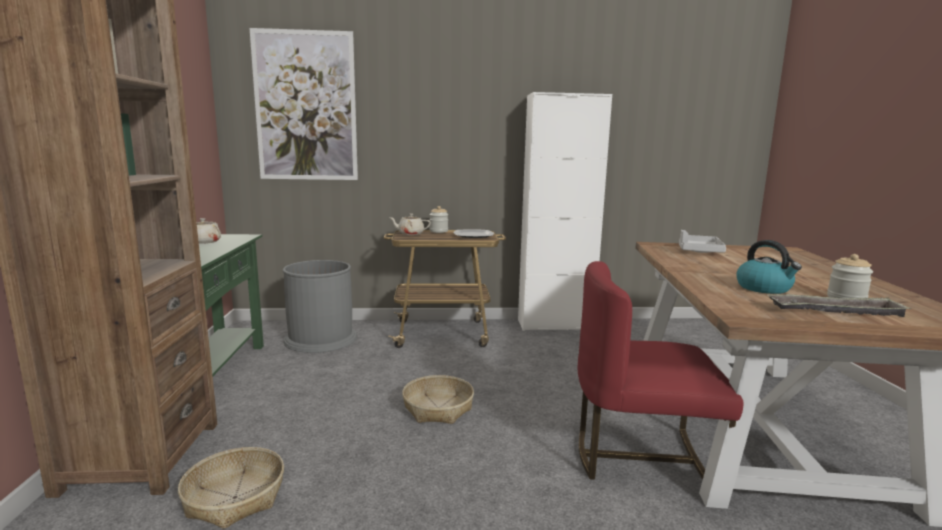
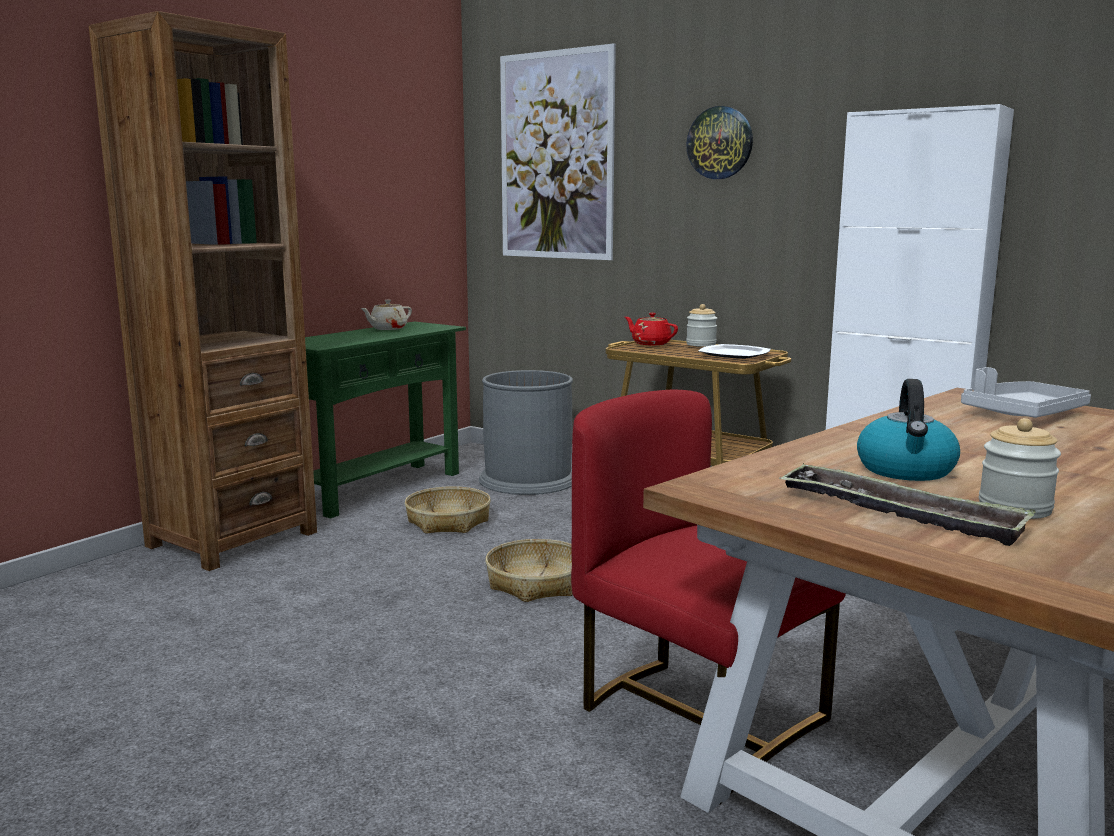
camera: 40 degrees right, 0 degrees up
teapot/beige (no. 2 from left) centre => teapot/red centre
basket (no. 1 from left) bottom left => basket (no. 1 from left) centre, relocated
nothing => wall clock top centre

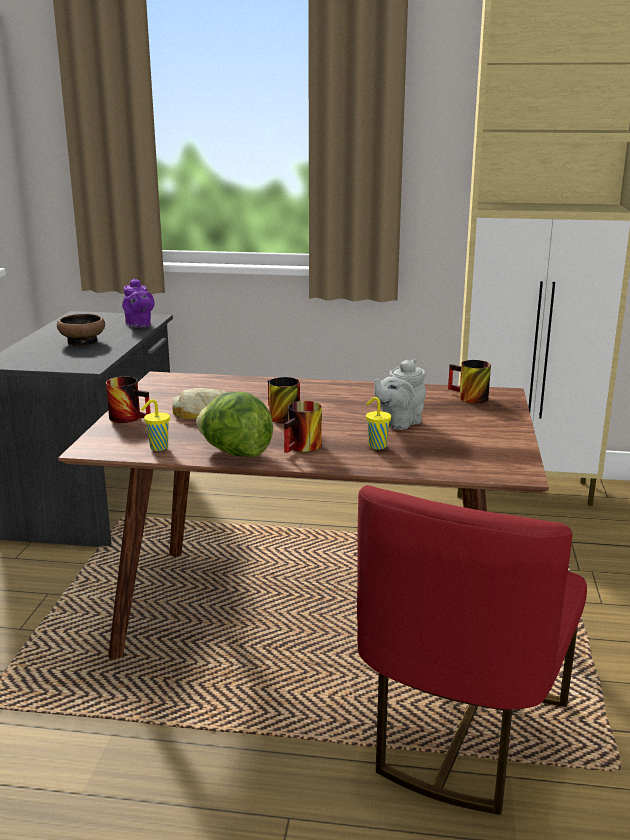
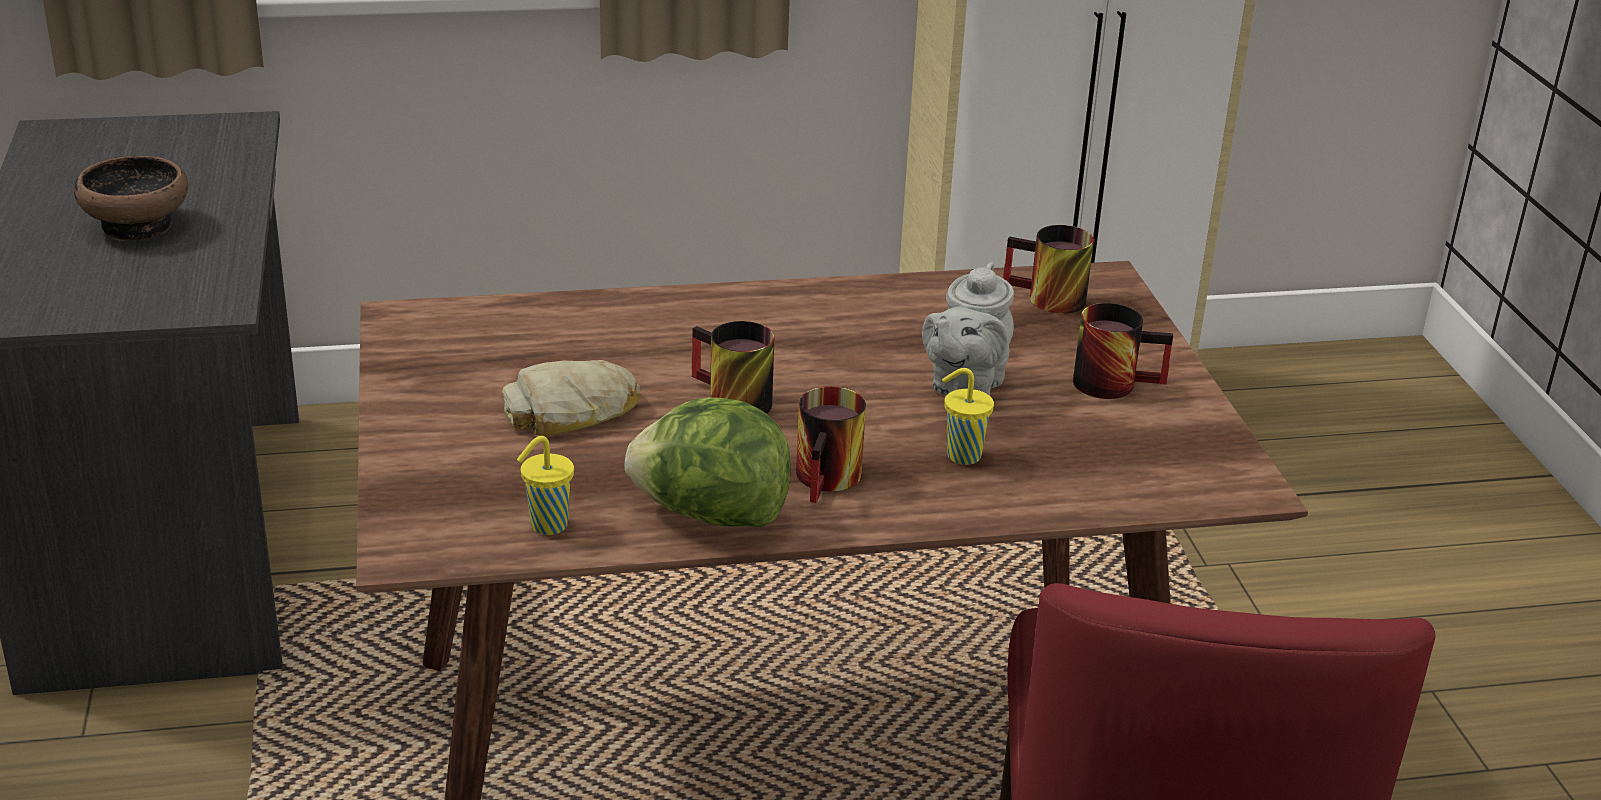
camera: 20 degrees left, 10 degrees up
teapot/purple middle left => nothing
mug (no. 1 from left in the first image) middle left => mug (no. 4 from left) middle right, relocated

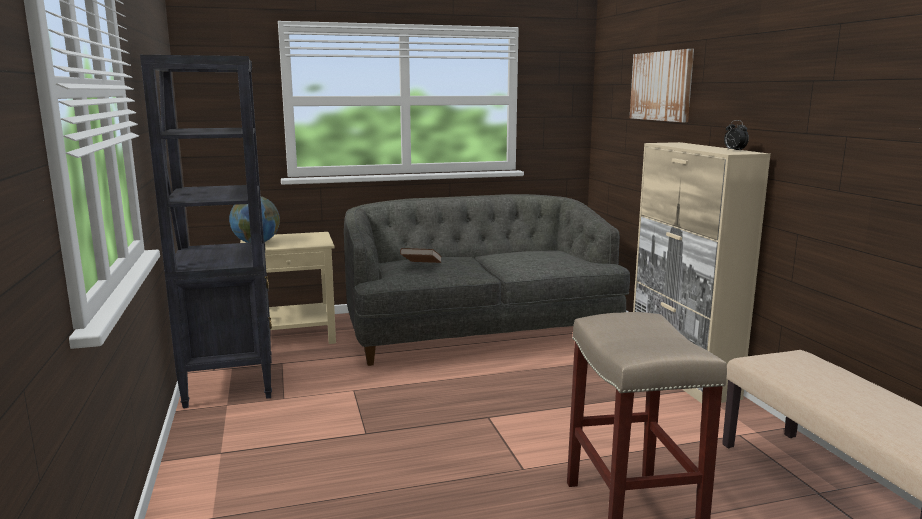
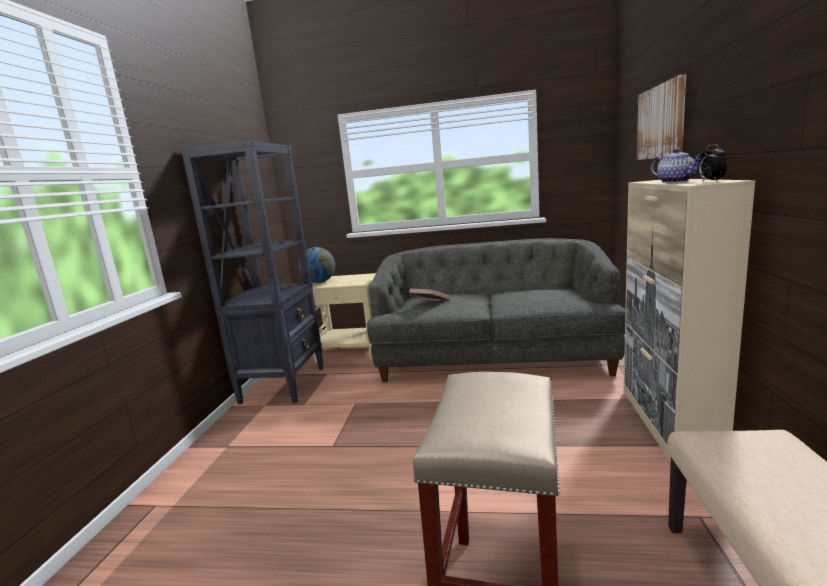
camera: 25 degrees right, 0 degrees up
nothing => teapot top right

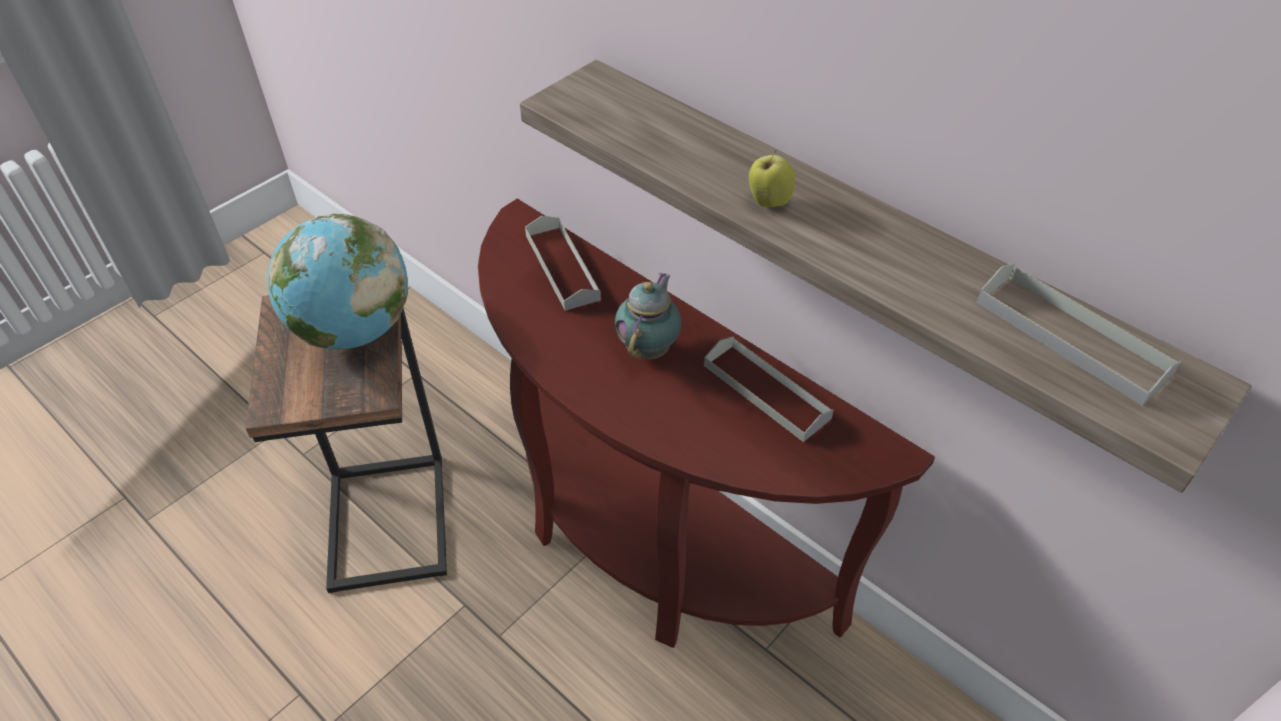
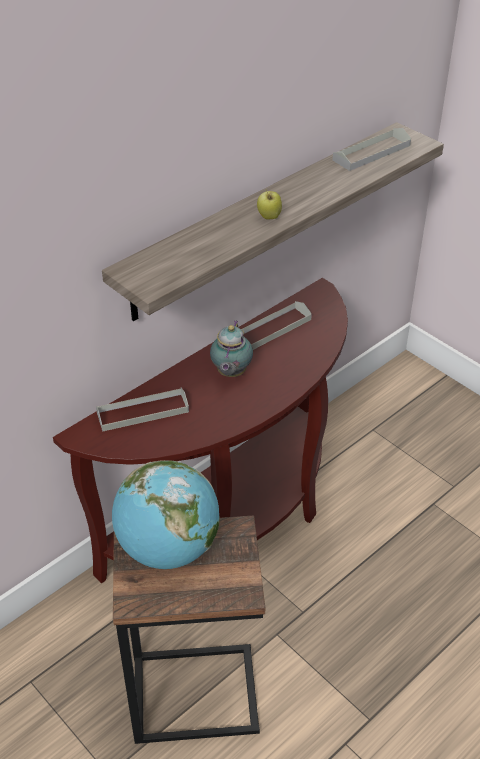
camera: 85 degrees left, 5 degrees down
teapot centre, 105 degrees counterclockwise

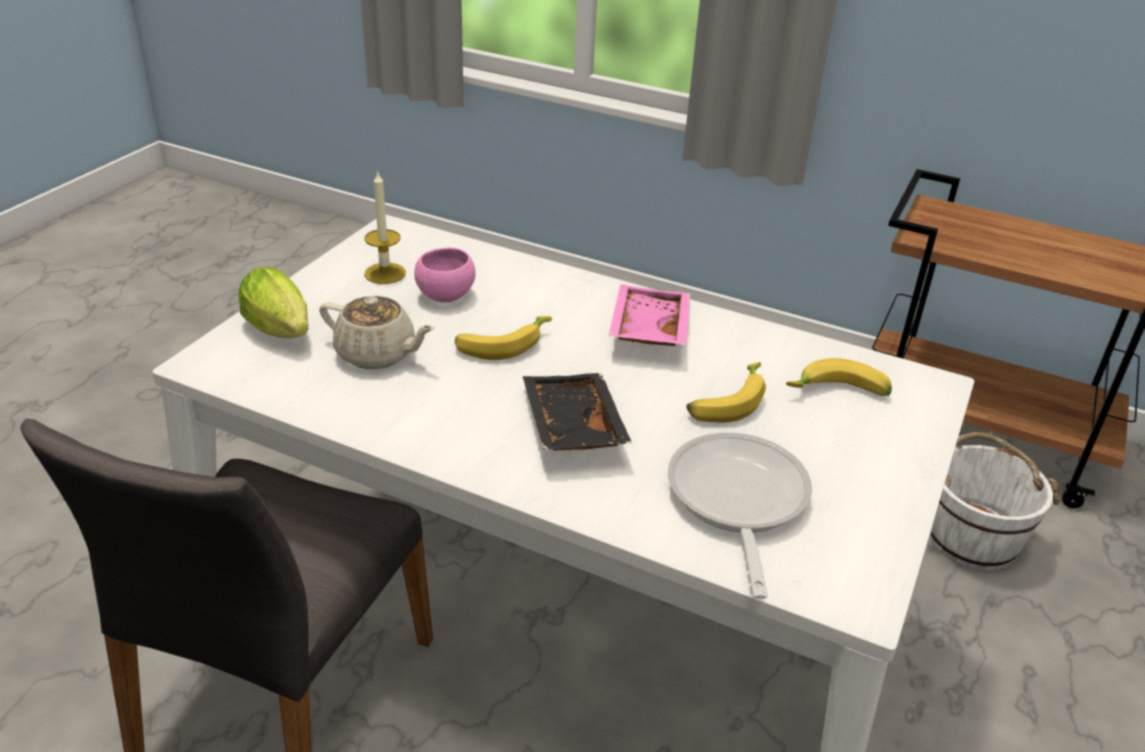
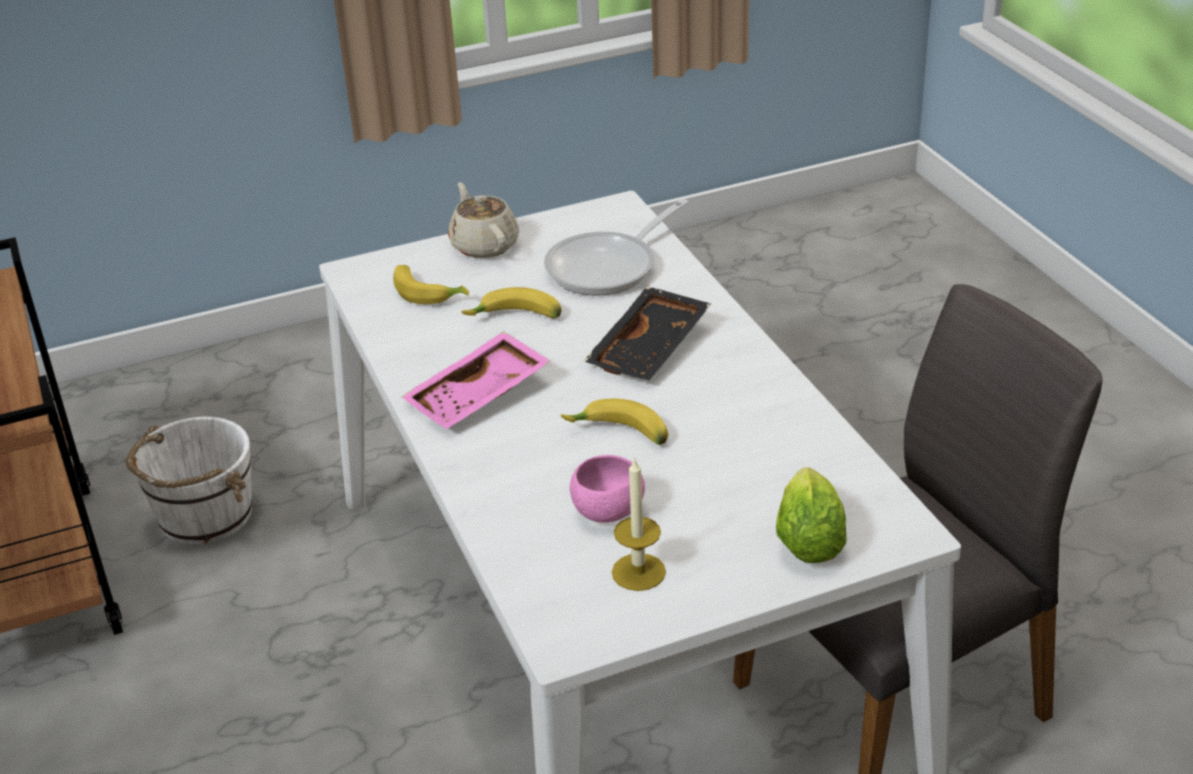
camera: 135 degrees left, 0 degrees up
teapot/beige middle left => teapot/beige top centre, relocated

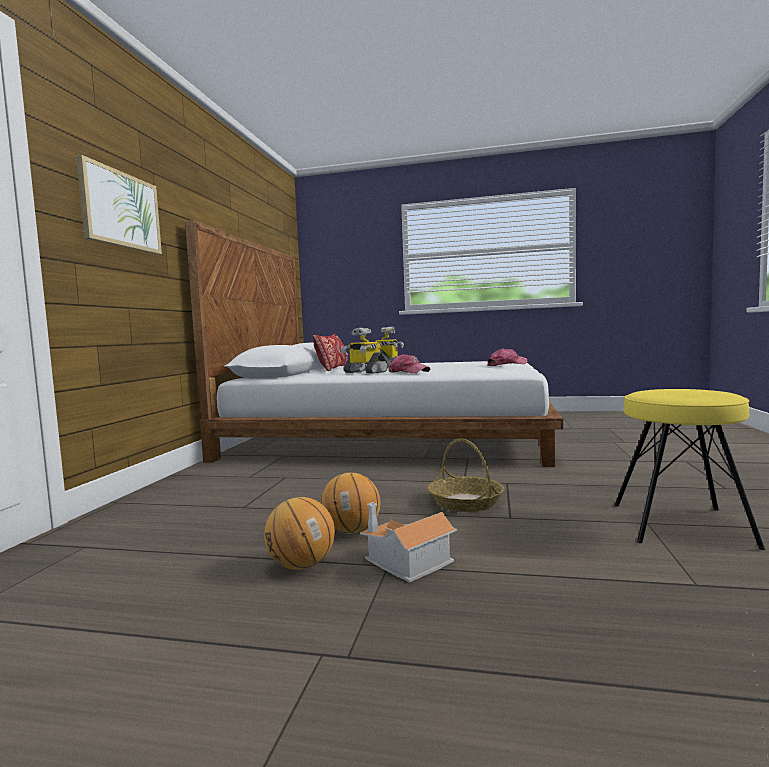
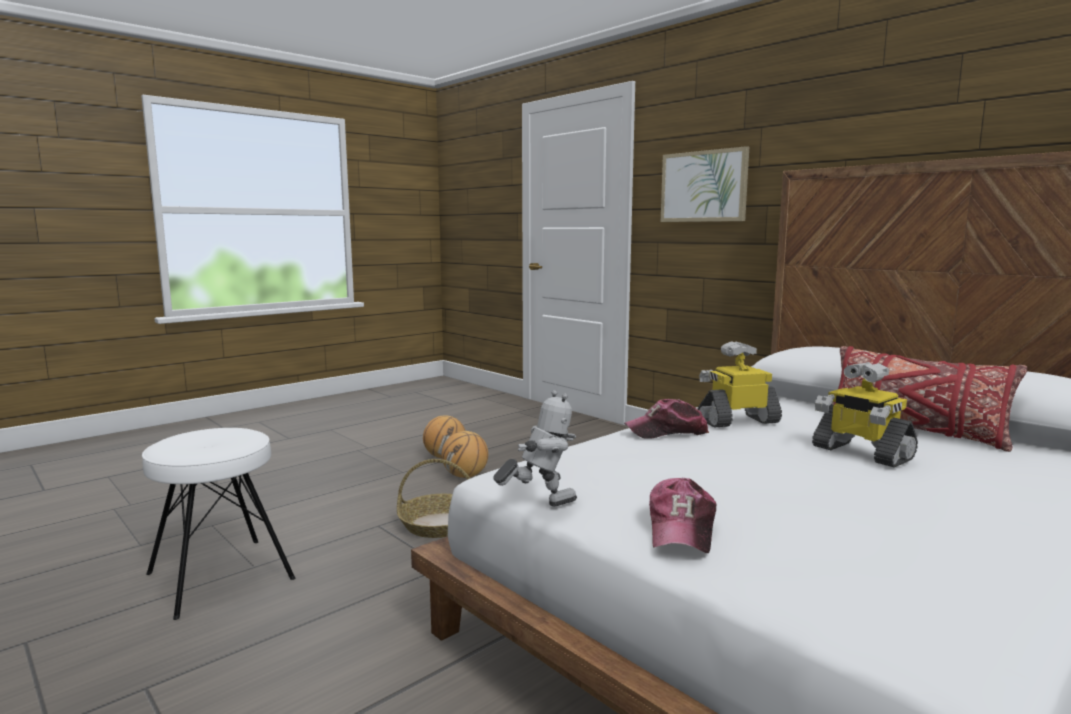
camera: 125 degrees right, 5 degrees up
stool/yellow middle right => stool/white bottom left
toy house bottom centre => nothing
nothing => toy robot (no. 1 from left) centre

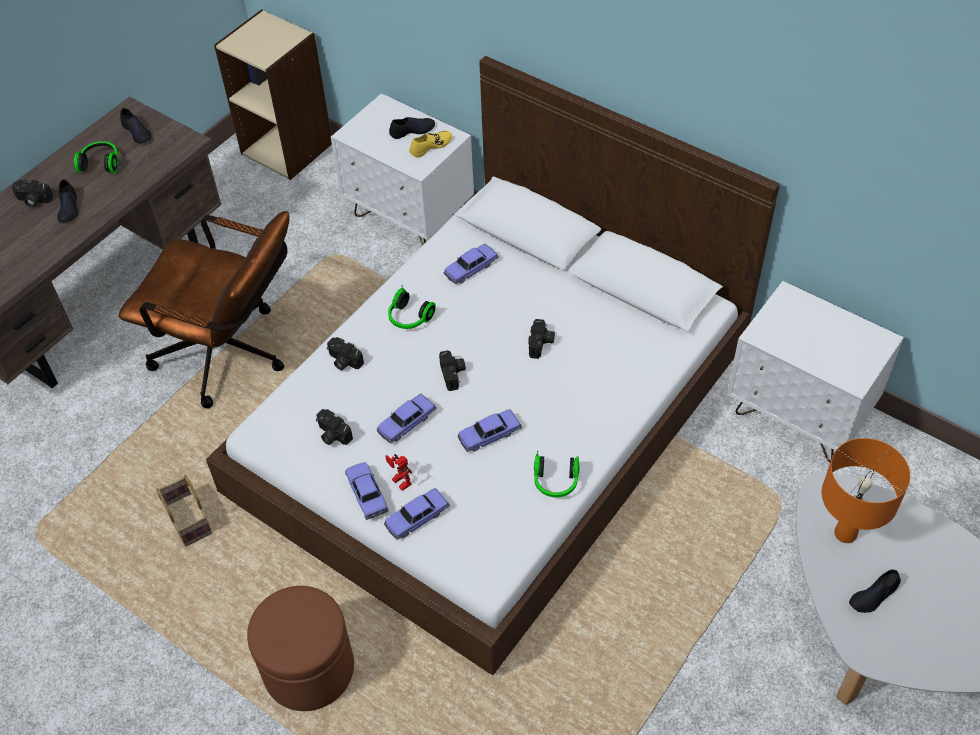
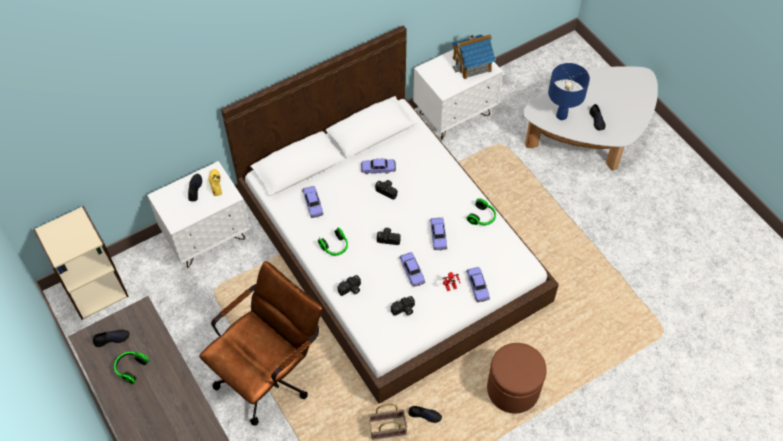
camera: 70 degrees left, 5 degrees up
shoe/black (no. 1 from left in the first image) top left => shoe/black (no. 3 from left) bottom centre, relocated
photo camera (no. 1 from left) top left => nothing
table lamp/orange bottom right => table lamp/blue top right
toy car (no. 1 from left in the first image) bottom centre => toy car (no. 2 from left) centre, relocated
nothing => toy house top centre

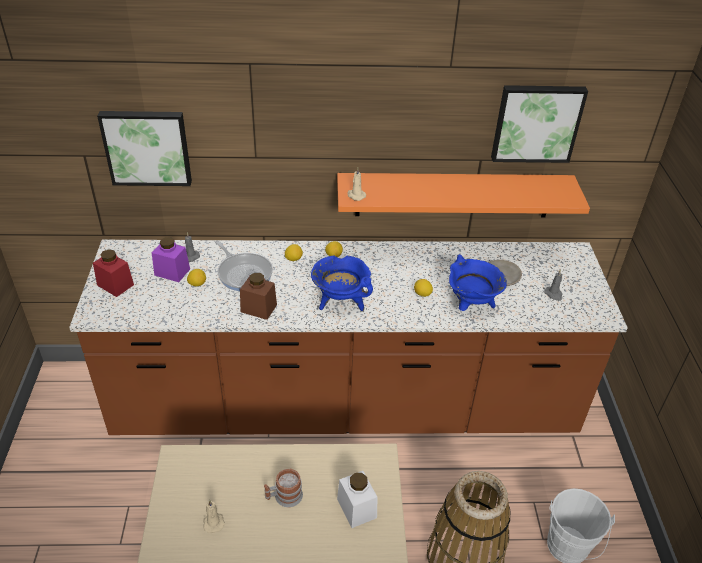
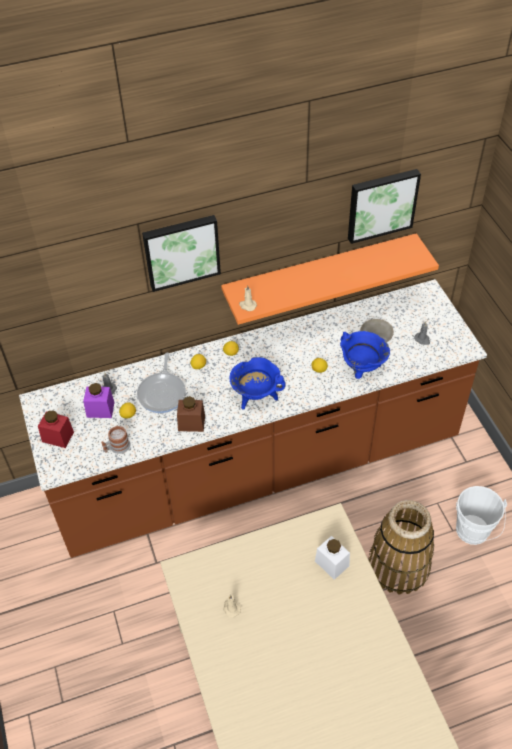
camera: 15 degrees left, 10 degrees up
picture (no. 1 from left) top left => picture (no. 1 from left) centre, relocated
frying pan centre => frying pan middle left, 60 degrees clockwise
mug bottom centre => mug middle left, relocated

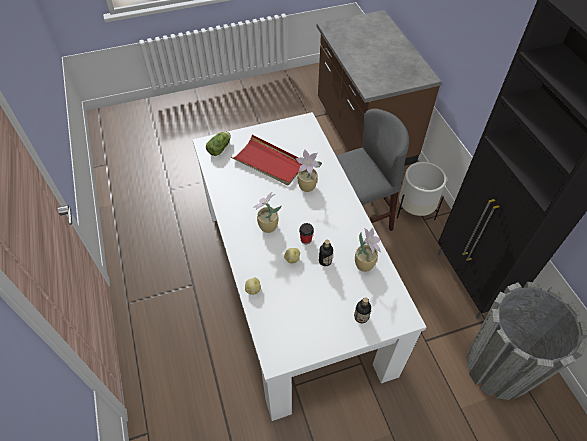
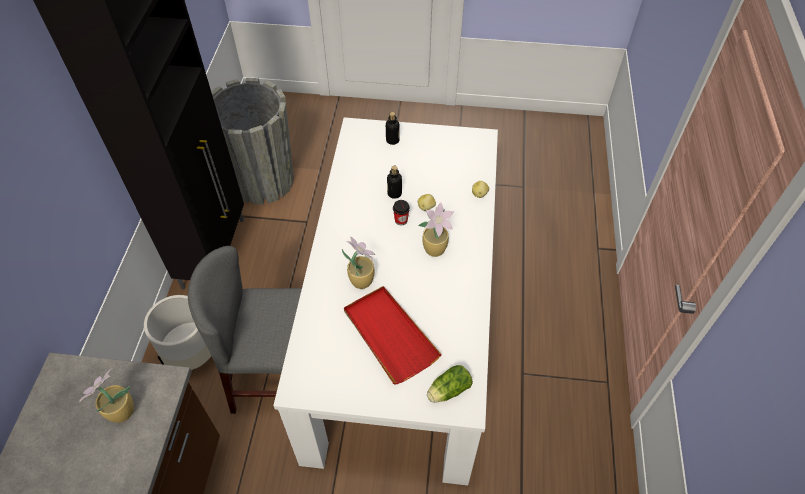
camera: 155 degrees left, 0 degrees up
potted plant (no. 3 from left in the first image) centre => potted plant (no. 1 from left) bottom left, relocated

